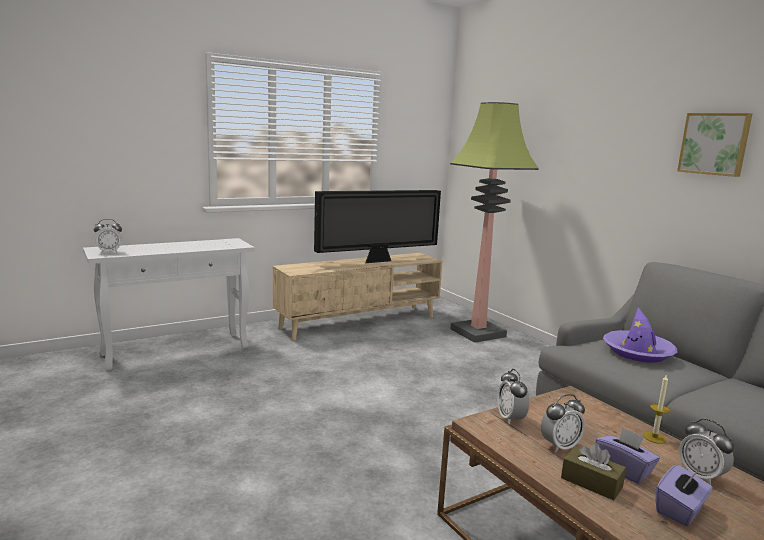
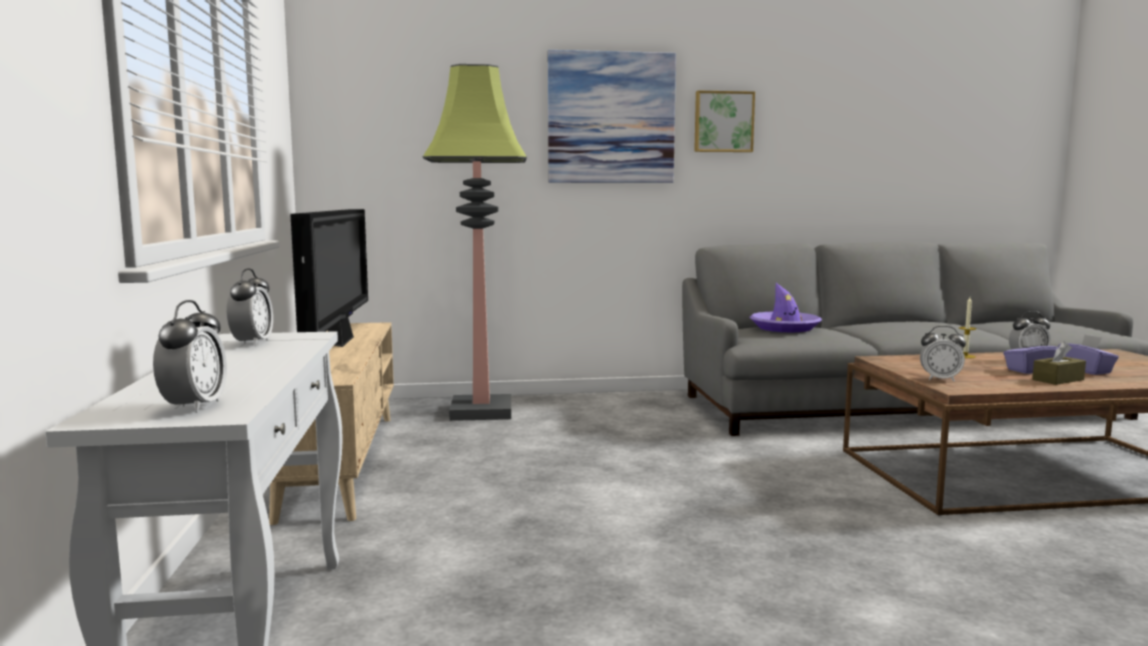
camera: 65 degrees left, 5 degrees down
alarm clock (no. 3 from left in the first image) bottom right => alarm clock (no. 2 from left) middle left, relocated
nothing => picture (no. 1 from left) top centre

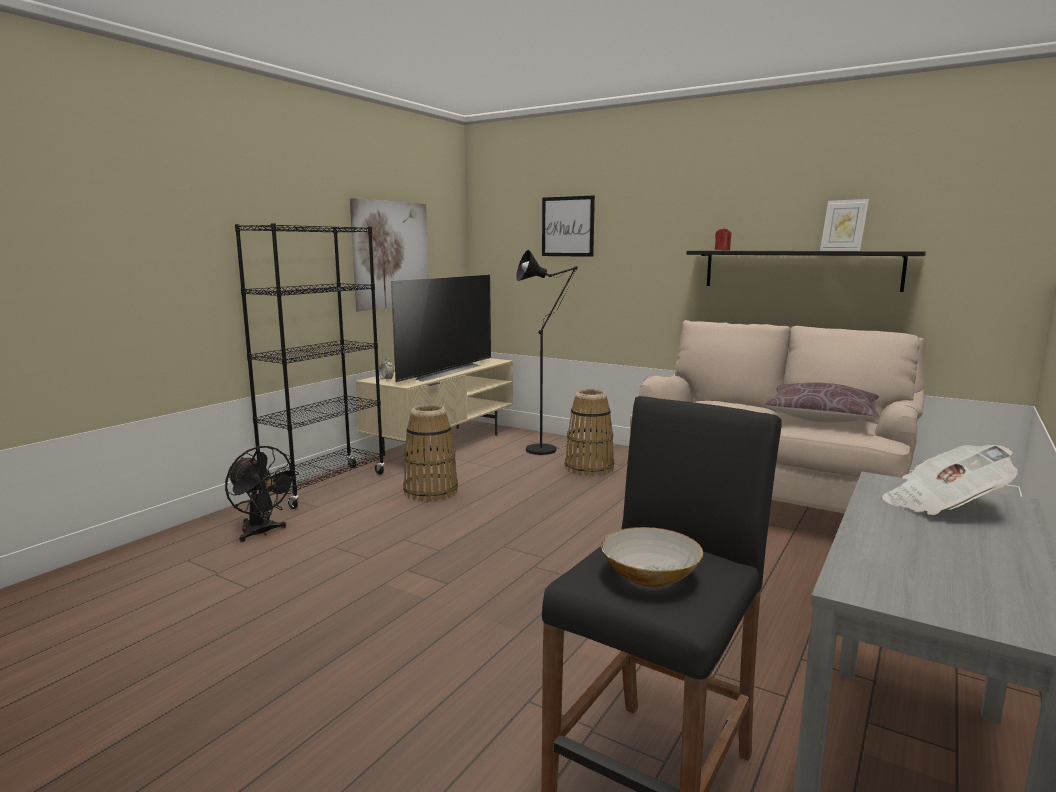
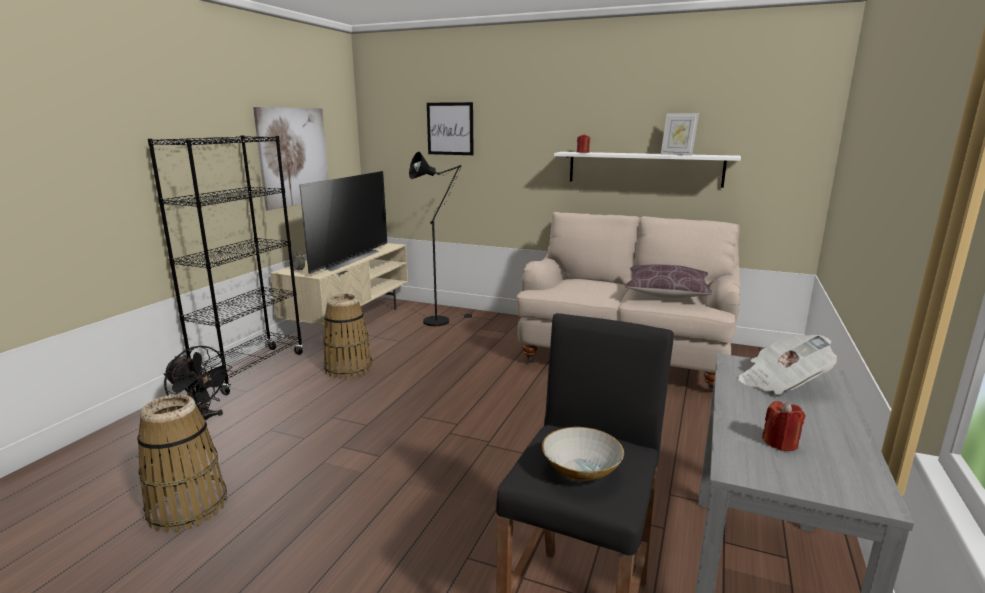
camera: 10 degrees left, 5 degrees up
shelf/black middle right => shelf/white top centre
basket (no. 2 from left in the first image) centre => basket (no. 1 from left) bottom left, relocated
nothing => candle/red (no. 2 from left) bottom right

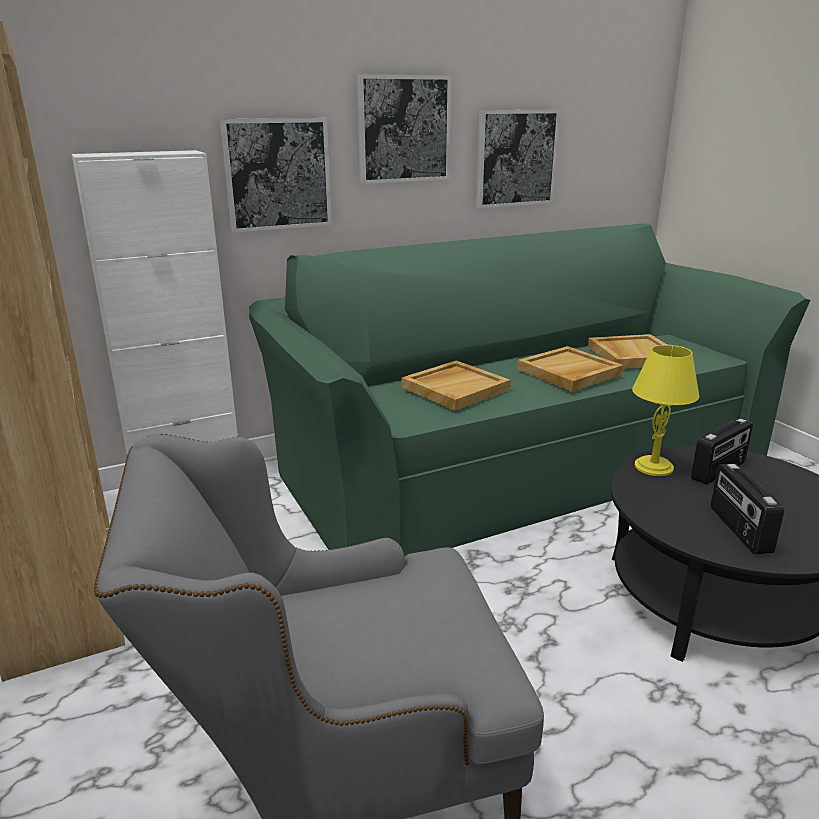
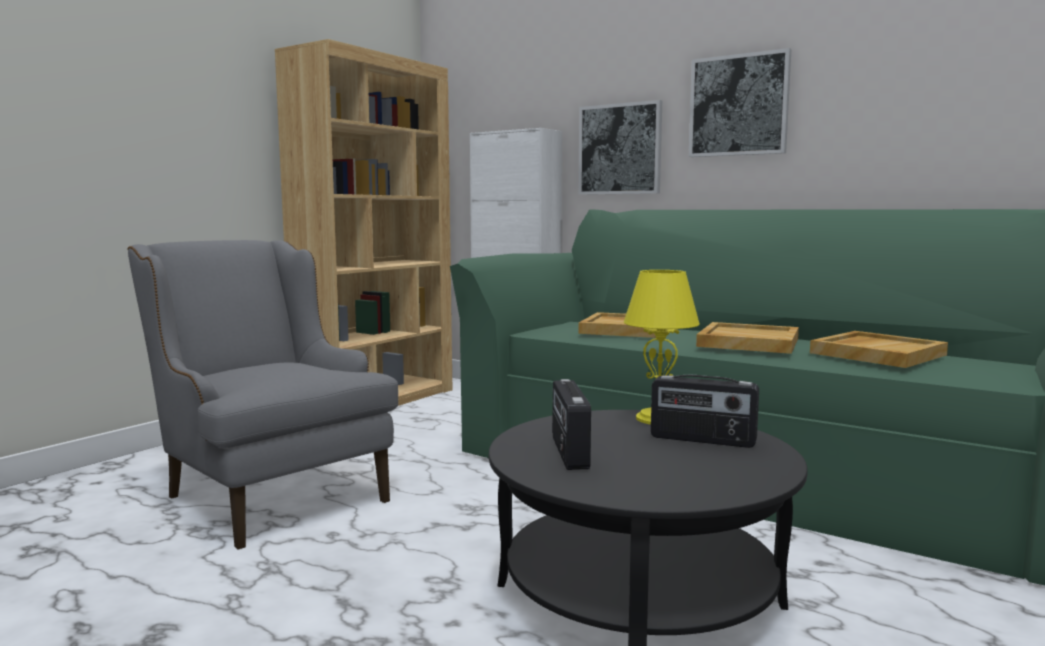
camera: 60 degrees right, 15 degrees down
picture (no. 3 from left) top centre => nothing
radio (no. 2 from left in the first image) middle right => radio (no. 1 from left) centre, 60 degrees counterclockwise

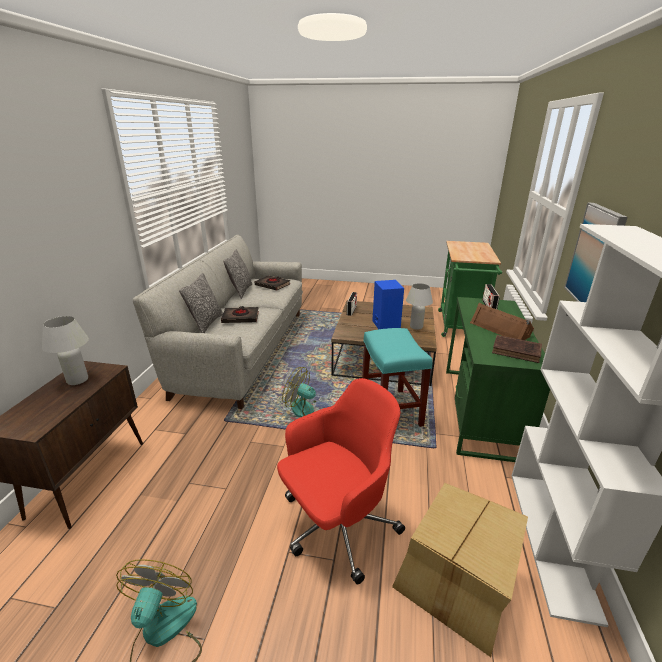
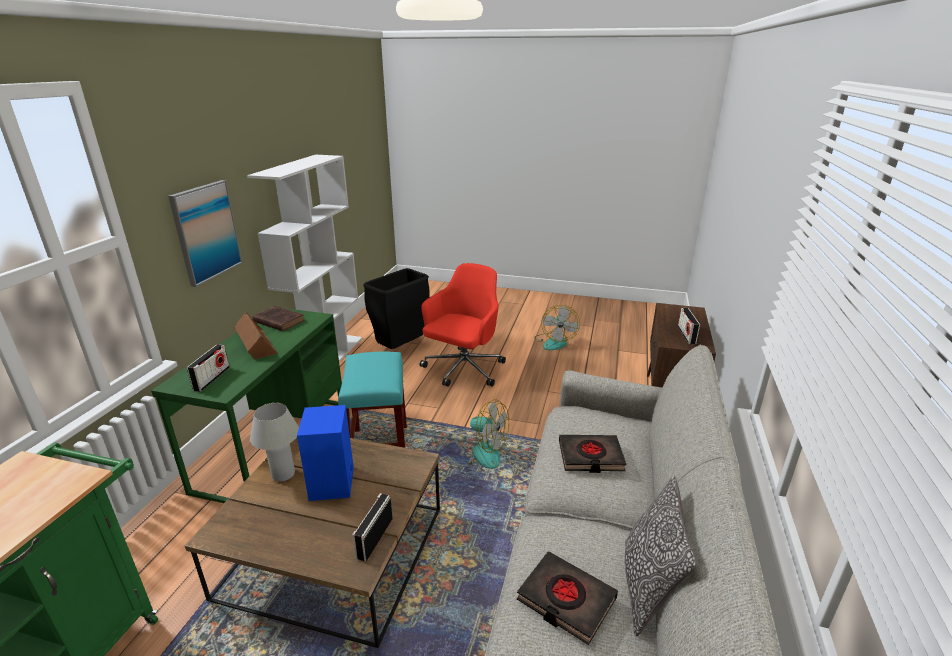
camera: 175 degrees left, 0 degrees up
pillow (no. 1 from left) middle left => nothing
table lamp/white (no. 1 from left) middle left => radio (no. 3 from left) middle right
office chair/red bottom centre => office chair/red centre, 150 degrees clockwise
cardboard box bottom right => trash can/black centre

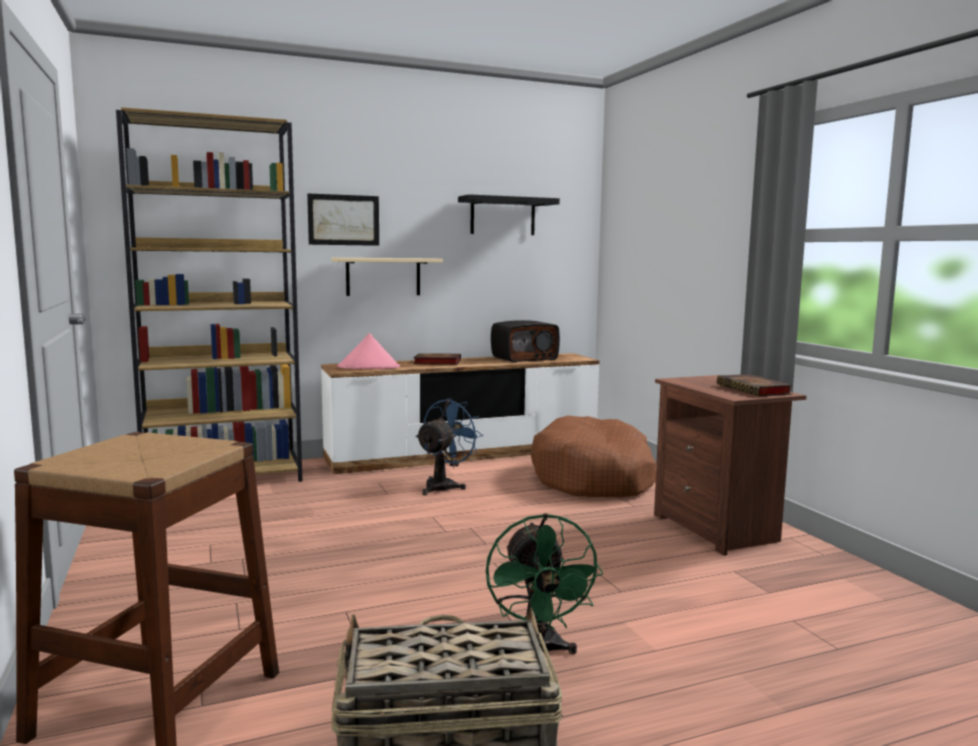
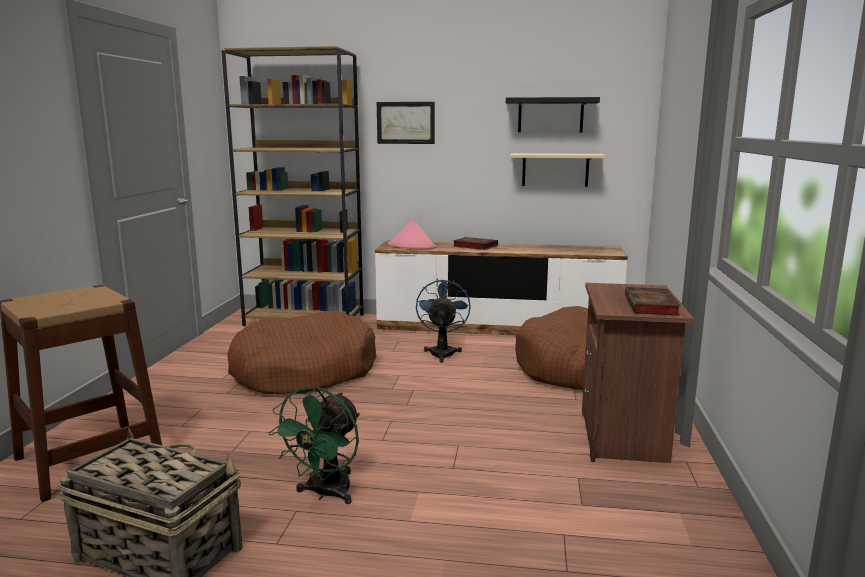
camera: 30 degrees right, 5 degrees up
shelf/beige centre => shelf/beige top centre, relocated
radio centre => nothing
fan/blue centre, 60 degrees counterclockwise
nothing => dog bed/brown (no. 1 from left) centre

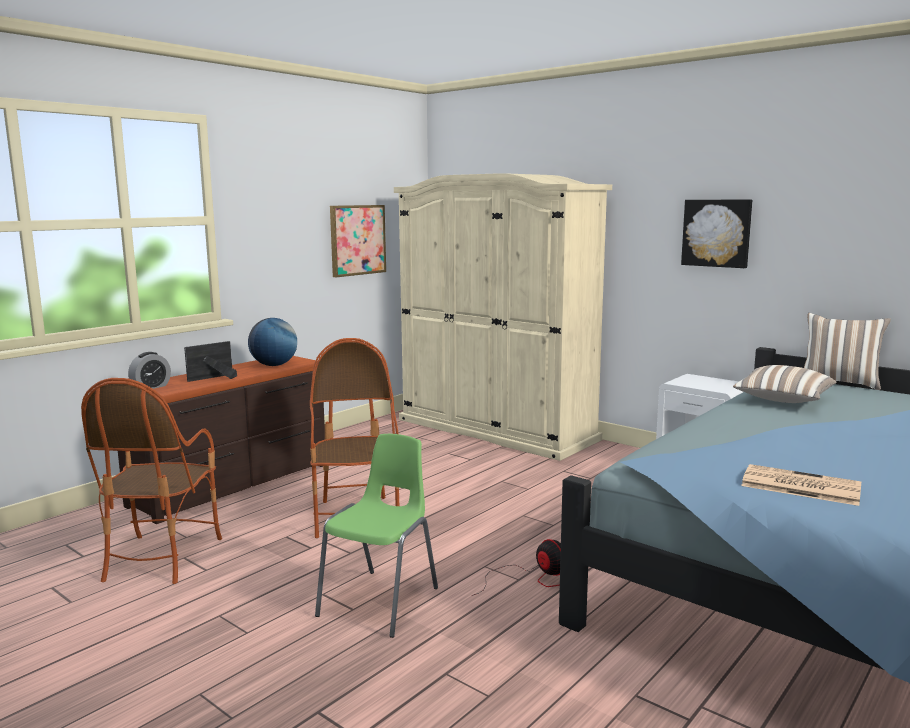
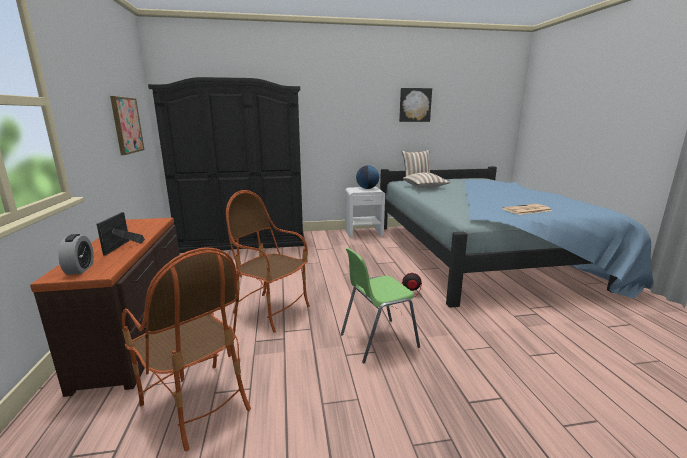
camera: 50 degrees left, 5 degrees up
wardrobe/beige centre => wardrobe/black middle left
picture (no. 2 from left) top right => picture (no. 2 from left) top centre, relocated
globe middle left => globe centre, relocated
chair/green bottom centre => chair/green centre, 90 degrees counterclockwise

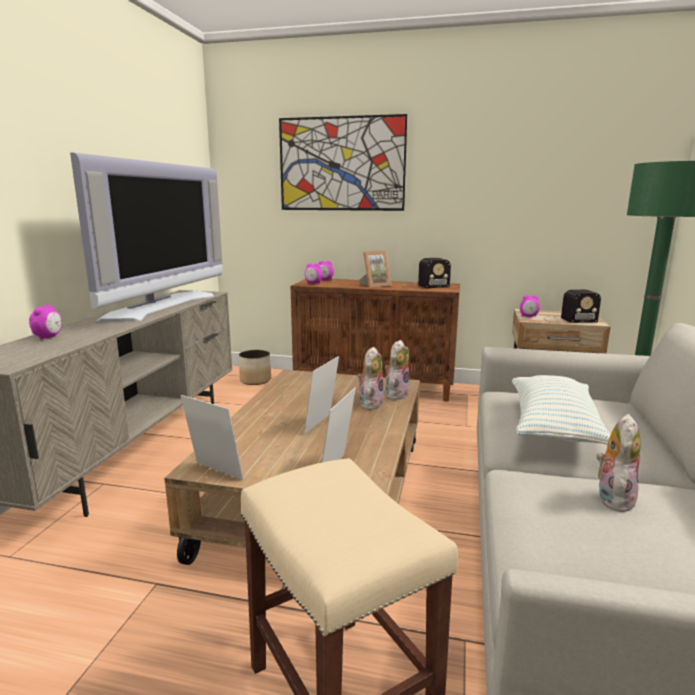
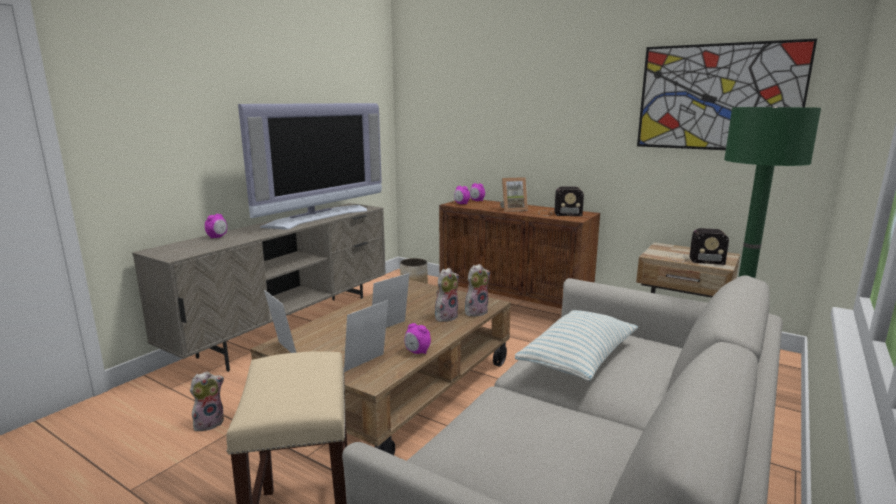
camera: 20 degrees right, 0 degrees up
picture top centre => picture top right, relocated
alarm clock (no. 4 from left in the first image) middle right => alarm clock (no. 2 from left) bottom centre, relocated
plush toy (no. 3 from left in the first image) bottom right => plush toy (no. 1 from left) bottom left, relocated

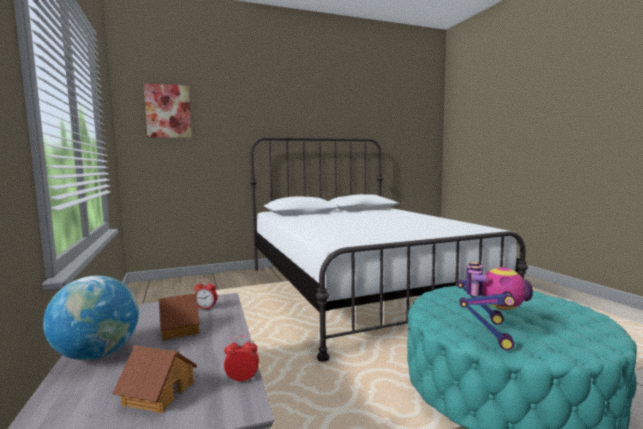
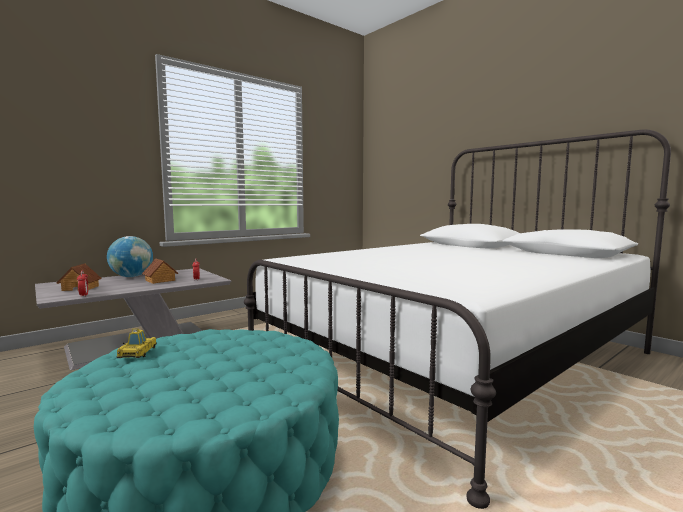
camera: 70 degrees right, 0 degrees up
picture top left => nothing
toy robot bottom right => toy car bottom left

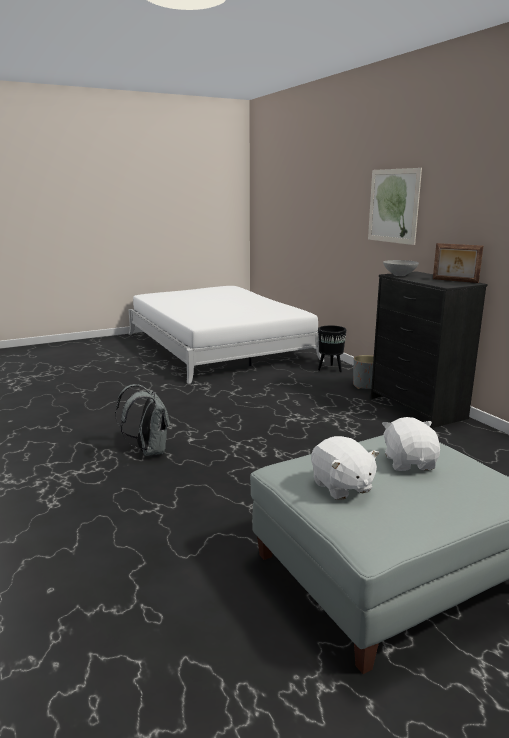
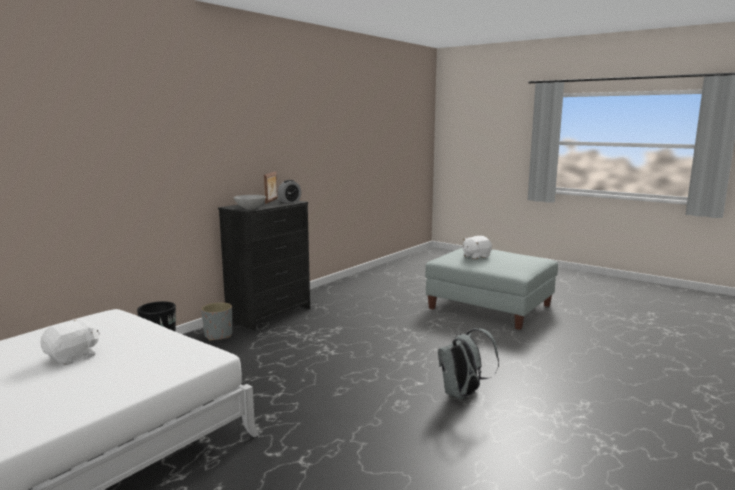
camera: 115 degrees left, 5 degrees down
picture top right => nothing
plush toy/white (no. 1 from left) middle right => plush toy/white (no. 1 from left) bottom left, relocated
nothing => alarm clock centre

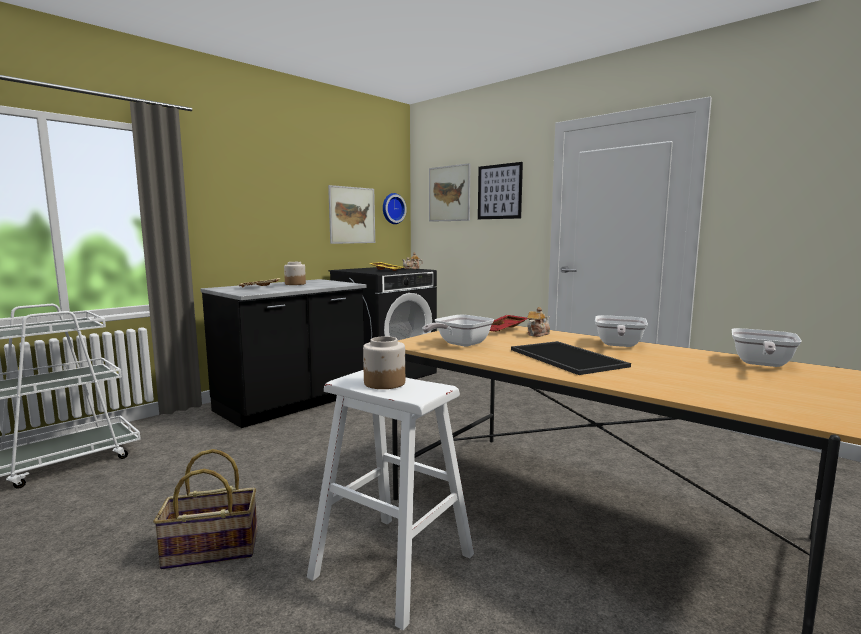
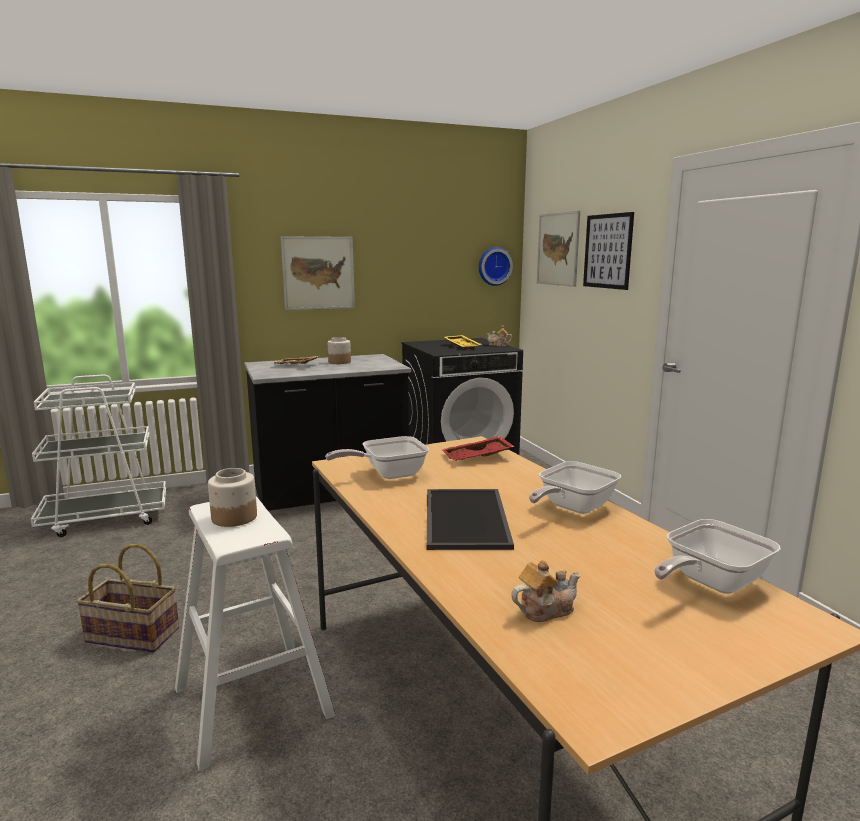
camera: 25 degrees right, 5 degrees up
picture (no. 1 from left) centre => picture (no. 1 from left) top centre, relocated
teapot (no. 2 from left) centre => teapot (no. 2 from left) bottom centre, relocated

